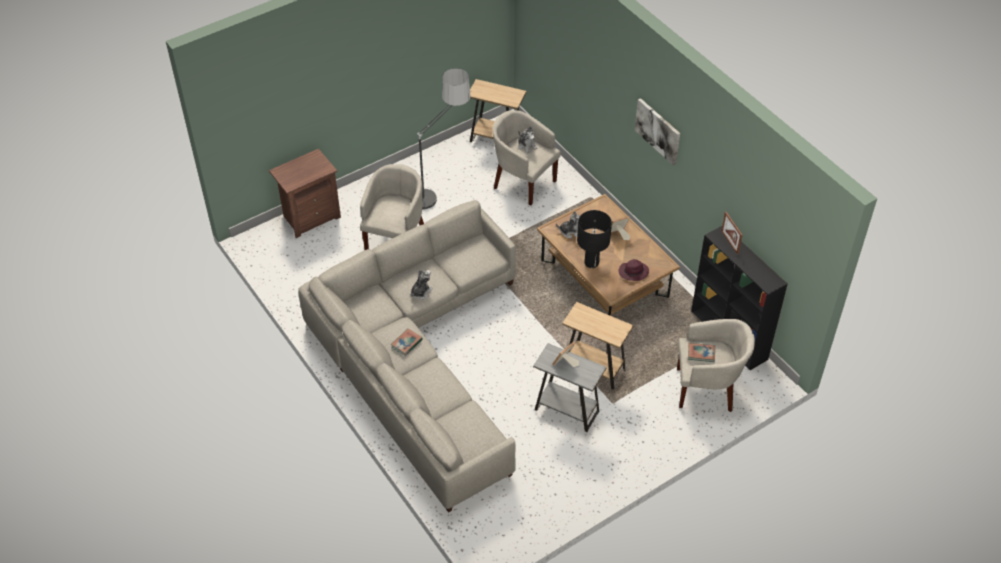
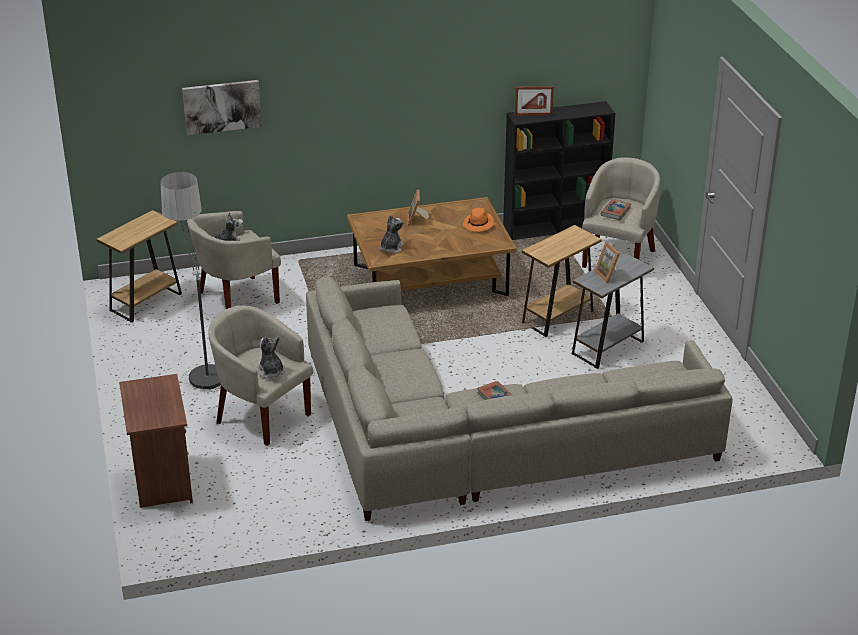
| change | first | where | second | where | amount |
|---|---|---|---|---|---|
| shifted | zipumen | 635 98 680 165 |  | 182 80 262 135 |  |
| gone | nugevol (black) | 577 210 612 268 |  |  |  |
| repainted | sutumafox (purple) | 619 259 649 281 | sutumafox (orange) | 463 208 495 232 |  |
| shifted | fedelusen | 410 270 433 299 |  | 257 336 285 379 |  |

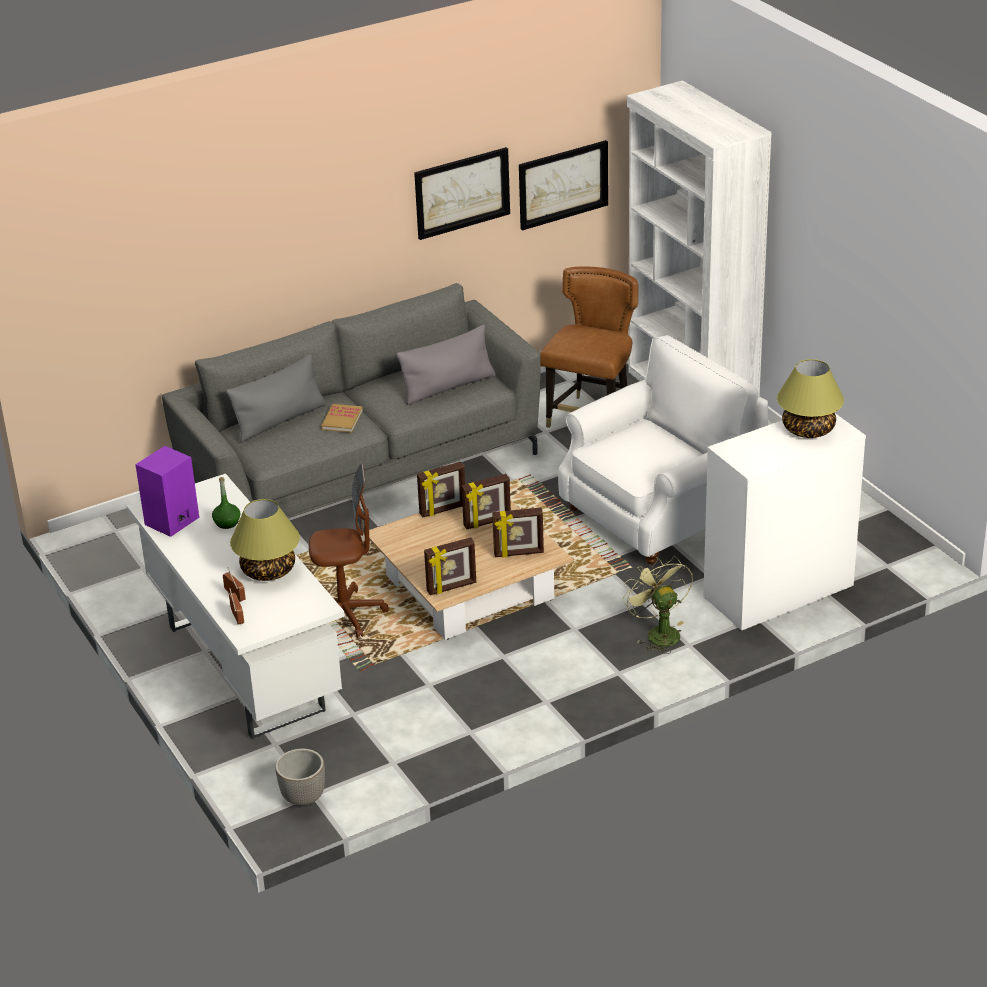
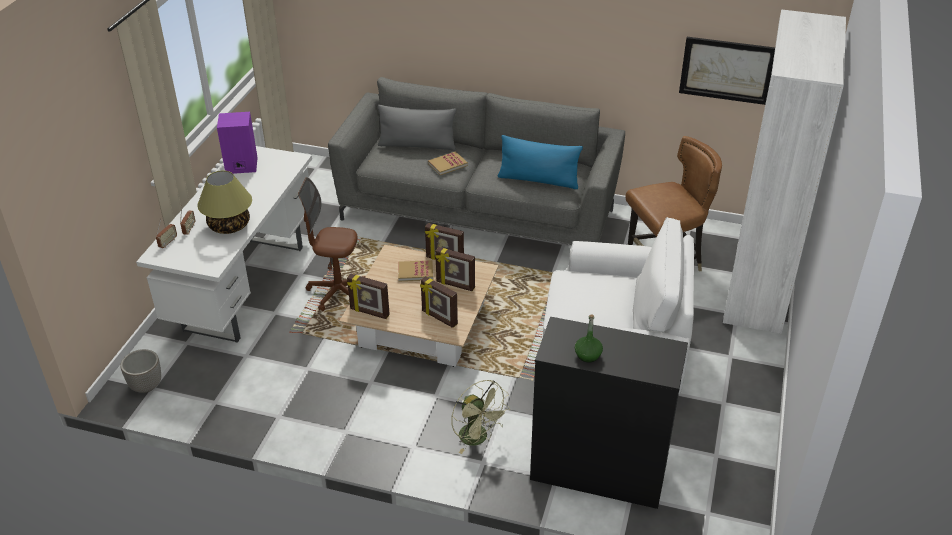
| change | first | where | second | where | amount |
|---|---|---|---|---|---|
| gone | zipumen | 414 147 510 240 |  |  |  |
| repainted | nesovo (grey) | 396 325 496 405 | nesovo (blue) | 498 135 583 189 |  |
| gone | nugevol | 777 359 844 438 |  |  |  |
| repainted | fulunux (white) | 703 413 866 631 | fulunux (black) | 530 317 688 509 |  |
| rotated | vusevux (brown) | 309 463 389 638 |  | 298 177 366 312 | 150 degrees clockwise |
| shifted | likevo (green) | 212 477 240 529 |  | 575 314 603 363 |  |
| rotated | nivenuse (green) | 623 556 693 654 |  | 452 380 510 454 | 120 degrees clockwise |
| new |  |  | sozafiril | 398 260 433 281 |  |

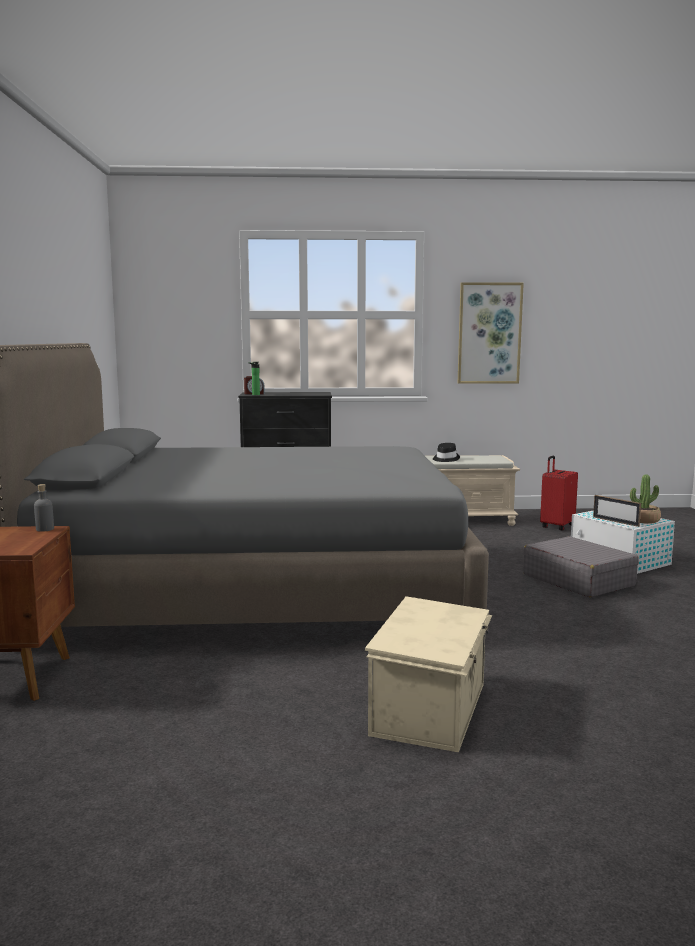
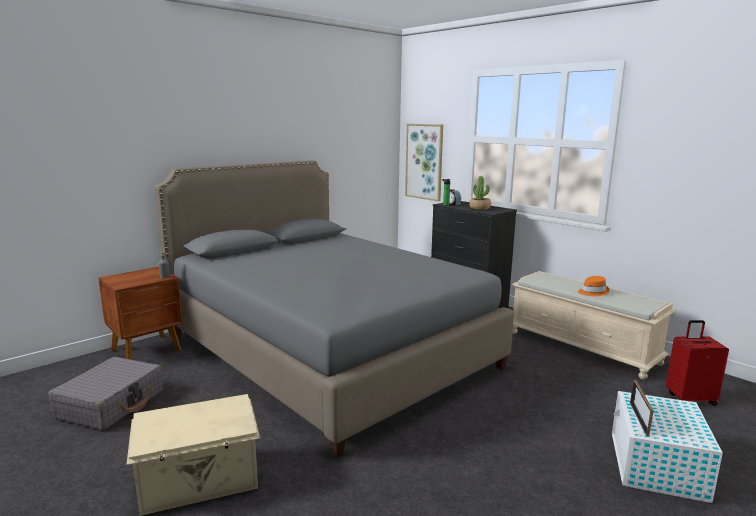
| change | first | where | second | where | amount |
|---|---|---|---|---|---|
| shifted | zipumen | 458 282 524 384 |  | 405 124 443 201 |  |
| repainted | sutumafox (black) | 433 443 460 462 | sutumafox (orange) | 578 276 609 296 |  |
| shifted | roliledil | 630 474 661 523 |  | 469 176 491 210 |  |
| shifted | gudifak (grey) | 523 536 639 597 |  | 48 357 164 430 |  |

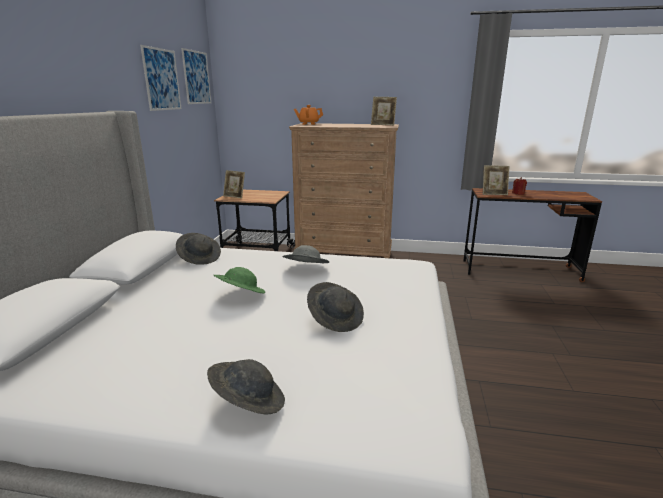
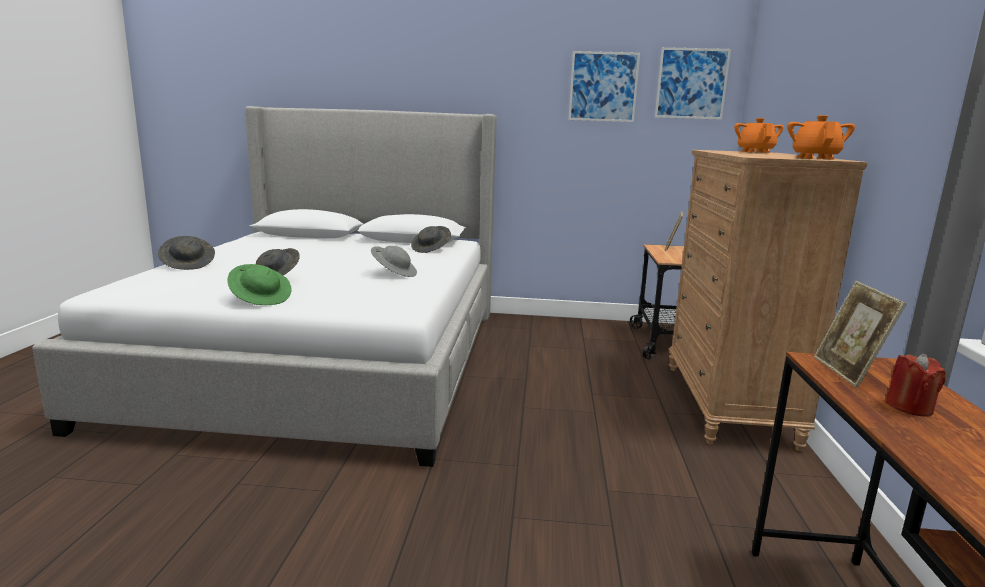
| change | first | where | second | where | amount |
|---|---|---|---|---|---|
| swapped | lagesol | 371 97 397 125 | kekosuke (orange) | 787 115 855 160 |  |
| shifted | sutumafox (green) | 213 267 265 293 |  | 227 264 292 305 |  |

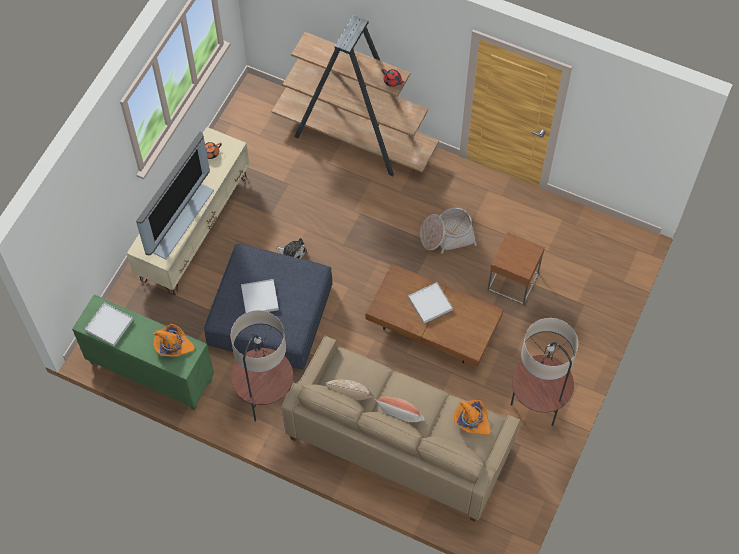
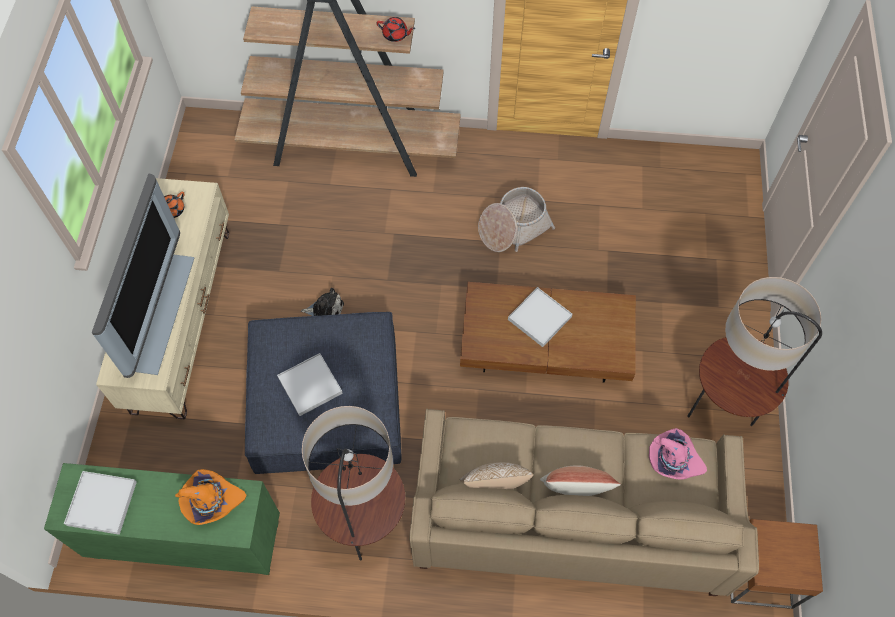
| change | first | where | second | where | amount |
|---|---|---|---|---|---|
| shifted | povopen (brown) | 488 232 545 305 |  | 731 519 823 609 |  |
| repainted | sutumafox (orange) | 454 400 490 435 | sutumafox (pink) | 649 428 707 480 |  |

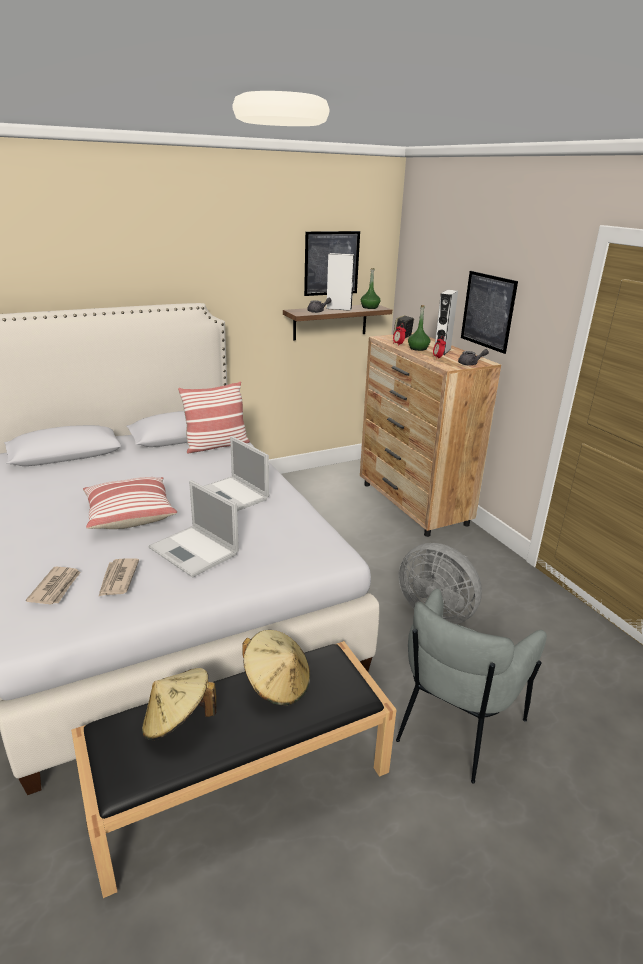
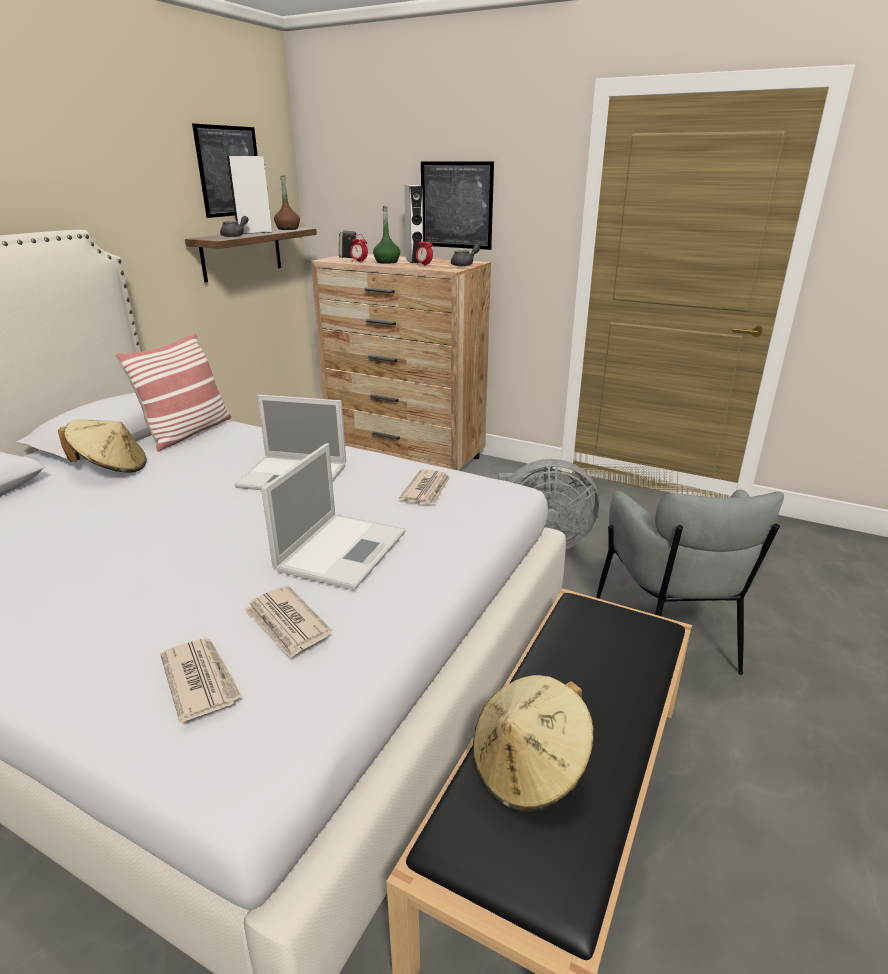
| change | first | where | second | where | amount |
|---|---|---|---|---|---|
| repainted | likevo (green) | 361 268 381 309 | likevo (brown) | 274 175 300 230 |  |
| gone | nesovo | 83 477 177 529 |  |  |  |
| rotated | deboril | 148 480 239 577 |  | 261 443 406 590 | 75 degrees counterclockwise |
| shifted | sutumafox (beige) | 242 630 310 705 |  | 58 419 147 473 |  |
| new |  |  | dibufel | 399 469 450 504 |  |

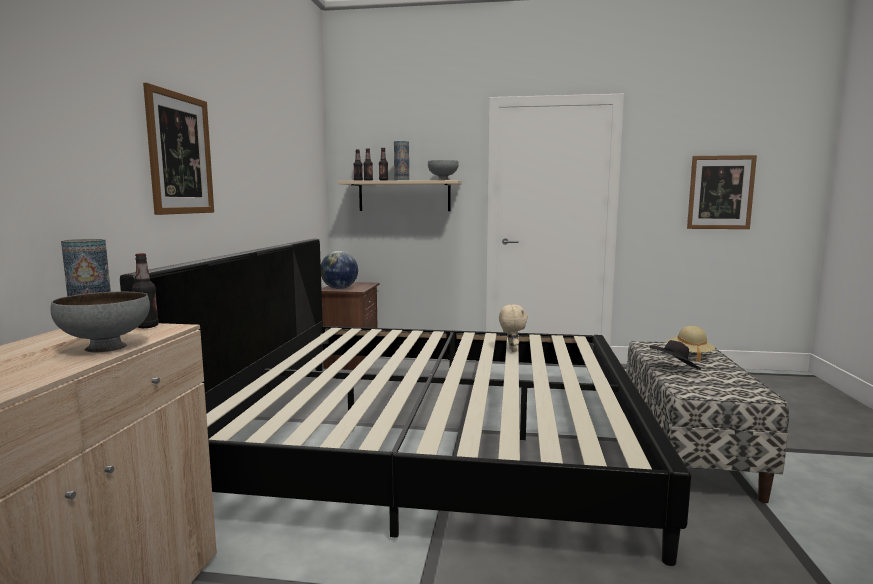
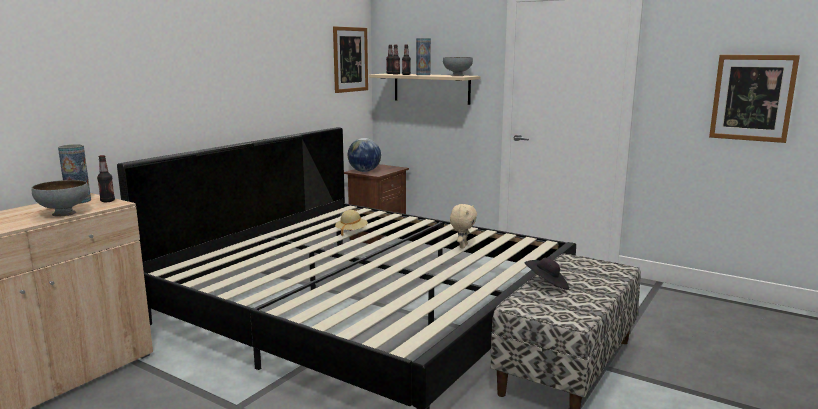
| change | first | where | second | where | amount |
|---|---|---|---|---|---|
| shifted | zipumen | 143 83 214 215 |  | 333 26 368 93 |  |
| shifted | sutumafox (beige) | 667 326 715 362 |  | 335 210 368 236 |  |

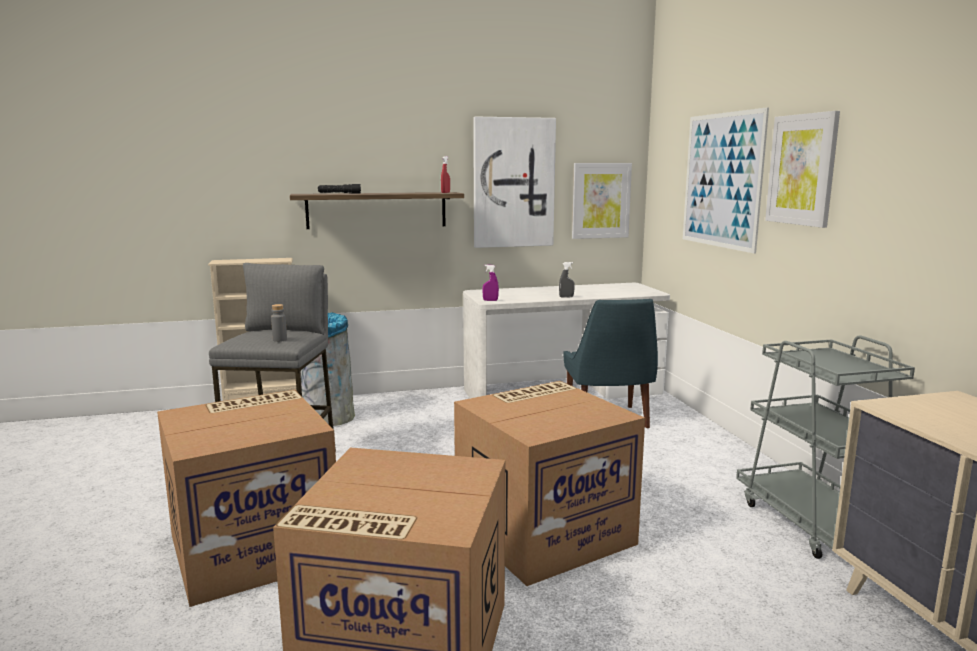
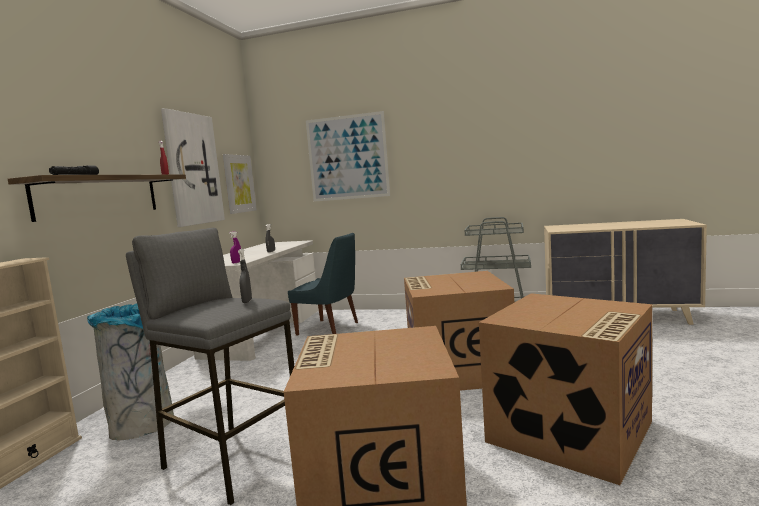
| change | first | where | second | where | amount |
|---|---|---|---|---|---|
| gone | zipumen | 765 111 840 228 |  |  |  |
| swapped | likevo (grey) | 271 304 287 342 | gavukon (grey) | 238 249 252 303 |  |

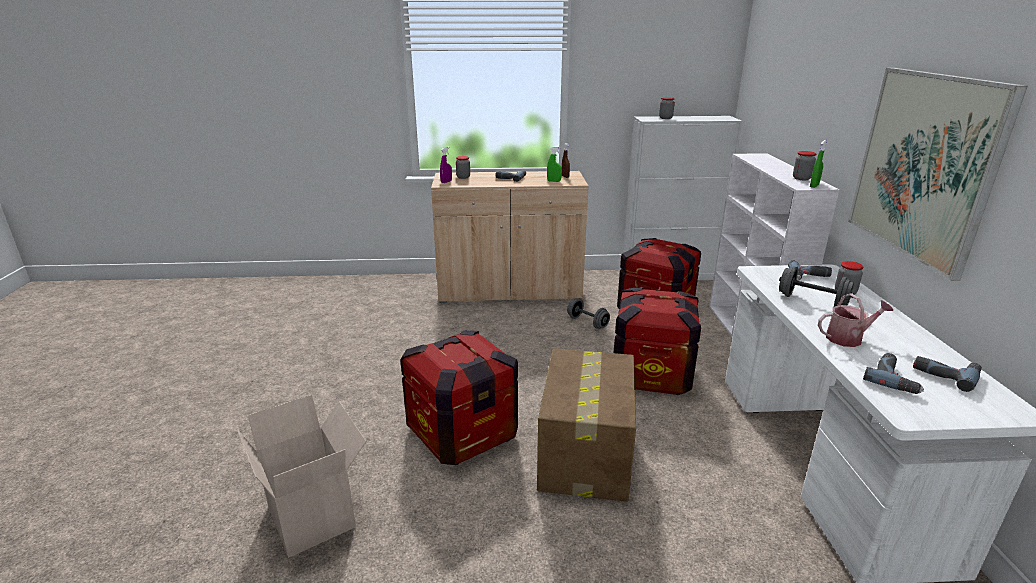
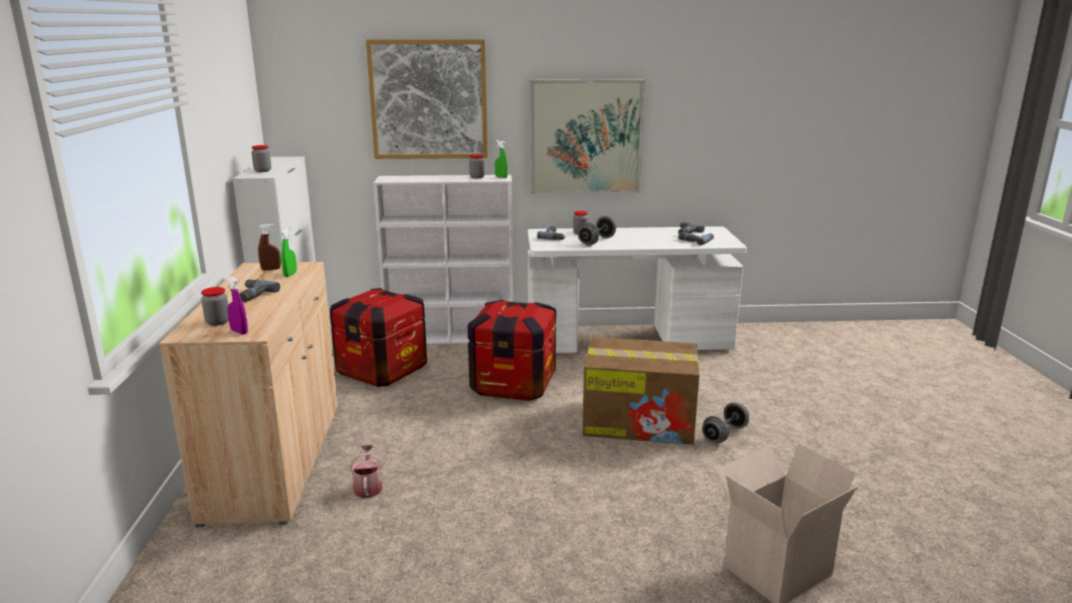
| change | first | where | second | where | amount |
|---|---|---|---|---|---|
| shifted | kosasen | 818 293 893 347 |  | 350 445 382 498 |  |
| shifted | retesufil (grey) | 567 299 610 329 |  | 702 402 749 443 |  |
| gone | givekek | 400 330 518 465 |  |  |  |
| new |  |  | zipumen | 366 39 488 159 |  |

